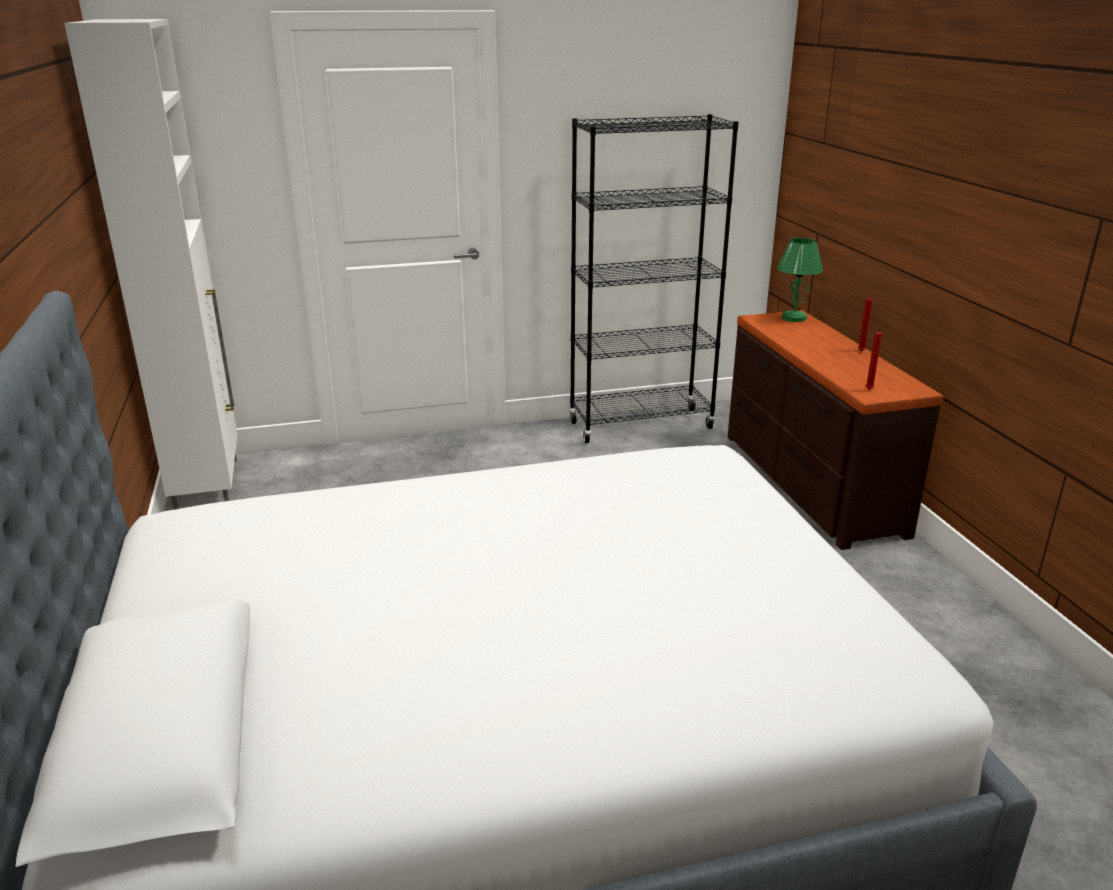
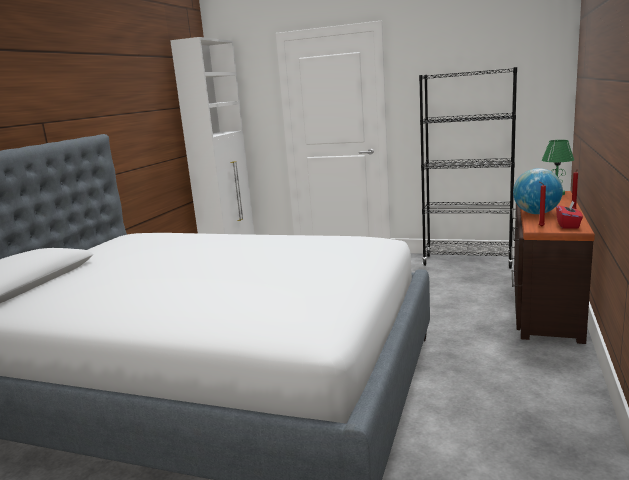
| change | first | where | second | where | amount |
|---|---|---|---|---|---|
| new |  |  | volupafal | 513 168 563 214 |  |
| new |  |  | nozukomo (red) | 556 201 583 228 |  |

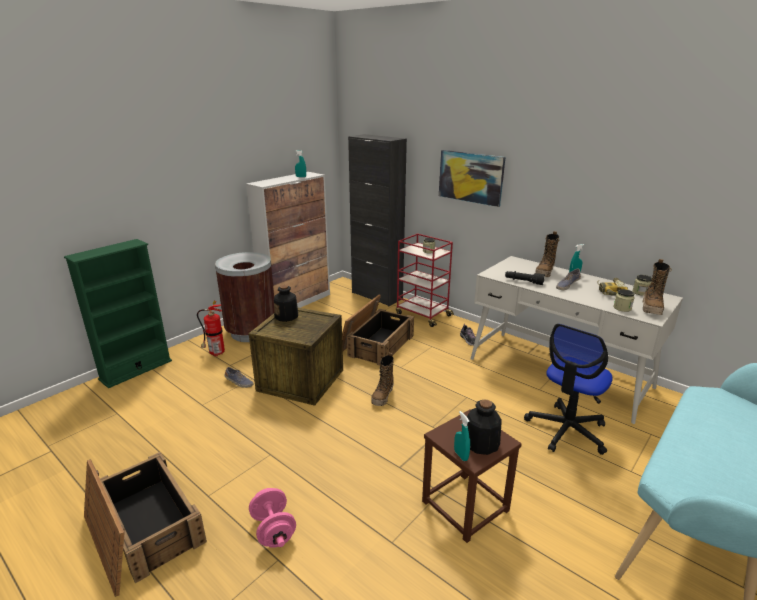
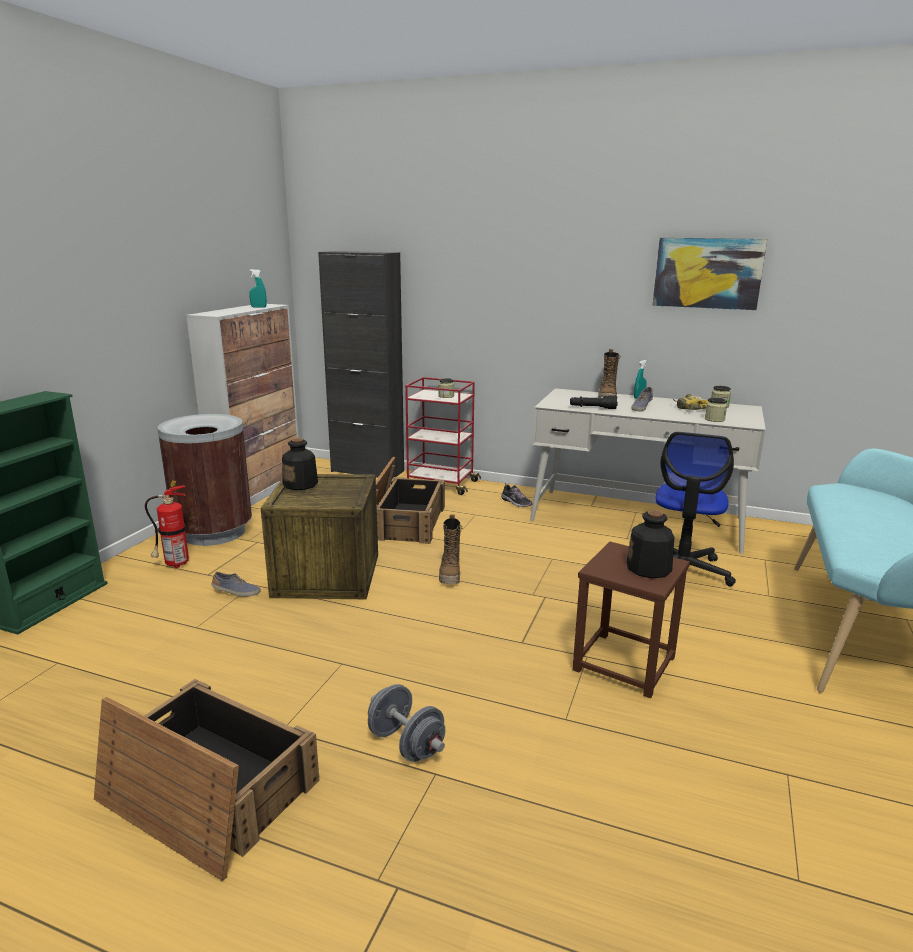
| change | first | where | second | where | amount |
|---|---|---|---|---|---|
| shifted | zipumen | 439 150 505 207 |  | 653 238 767 310 |  |
| gone | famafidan | 643 259 672 315 |  |  |  |
| gone | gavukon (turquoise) | 454 411 470 461 |  |  |  |
| repainted | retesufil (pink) | 249 488 296 548 | retesufil (grey) | 368 684 446 762 |  |

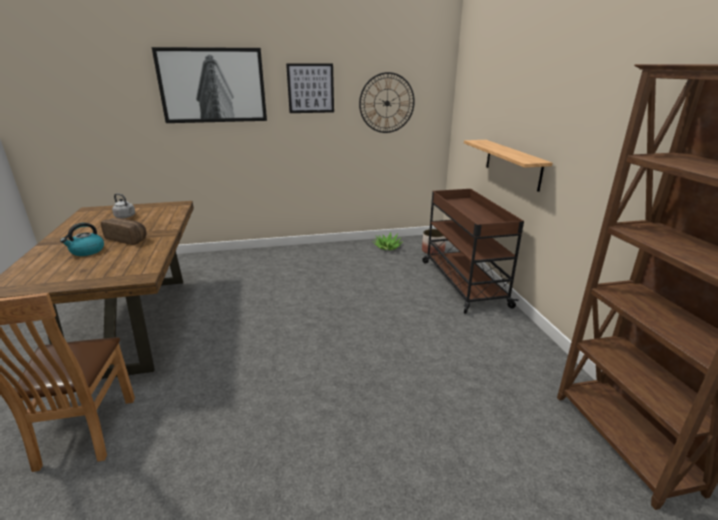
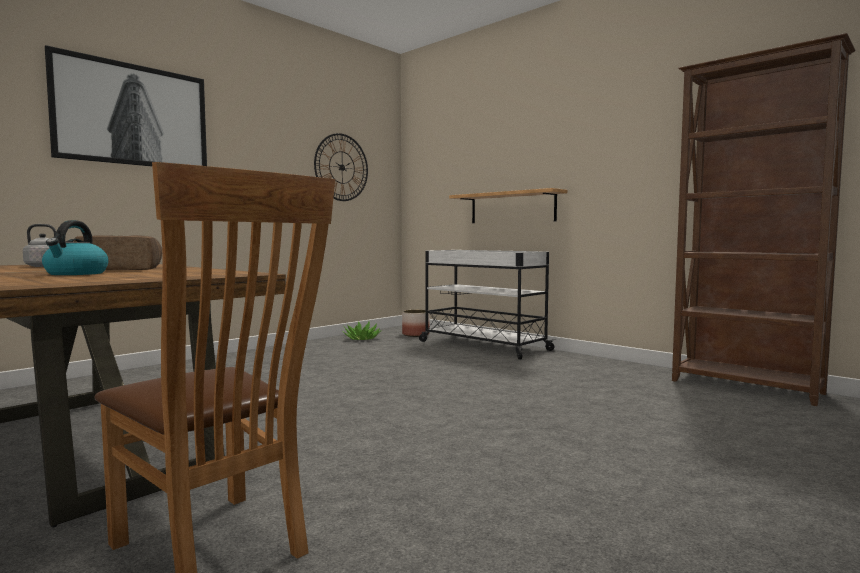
| change | first | where | second | where | amount |
|---|---|---|---|---|---|
| gone | zipumen | 286 63 334 113 |  |  |  |
| repainted | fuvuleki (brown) | 422 189 524 314 | fuvuleki (white) | 419 250 556 360 |  |

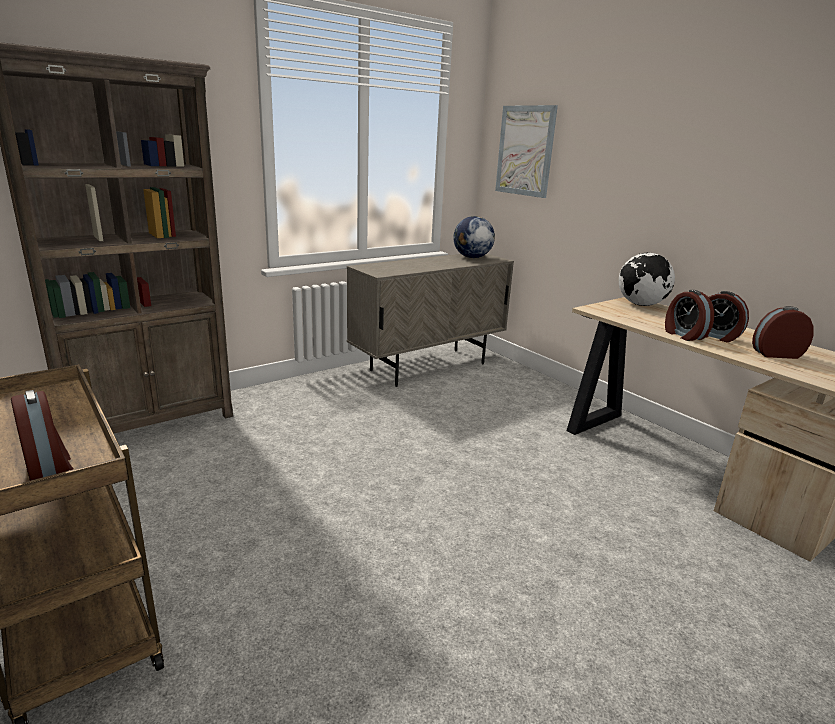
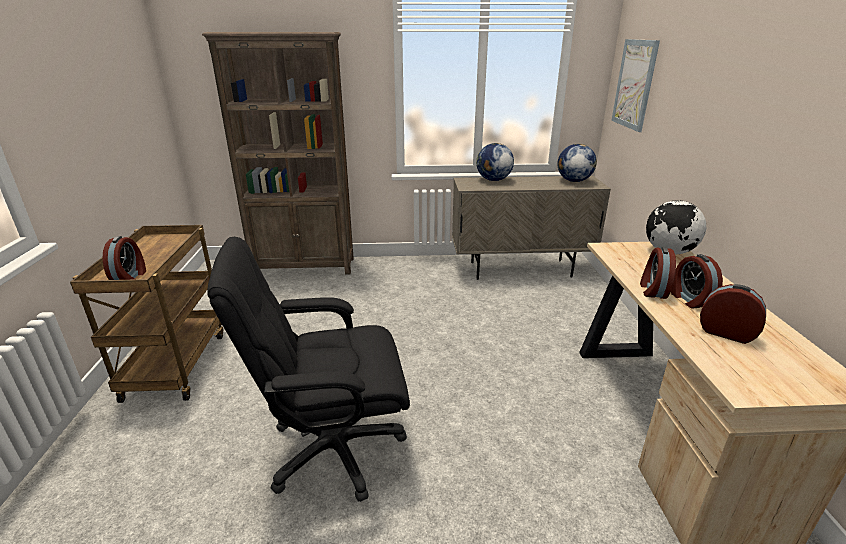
| change | first | where | second | where | amount |
|---|---|---|---|---|---|
| new |  |  | volupafal | 476 143 514 181 |  |
| new |  |  | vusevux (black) | 207 237 410 502 |  |

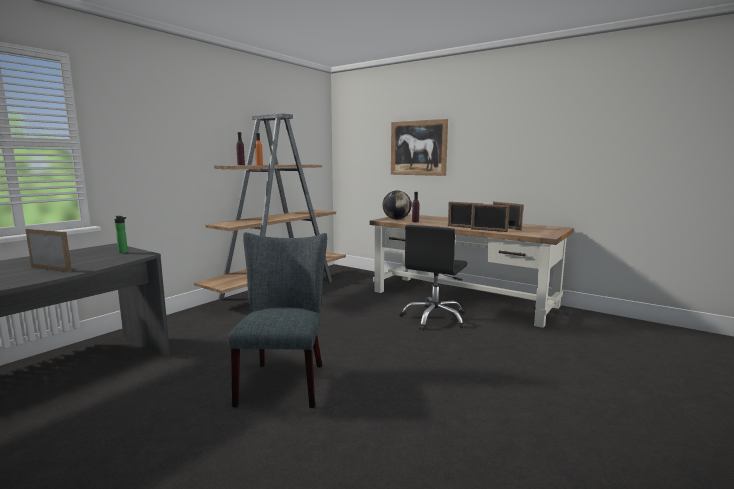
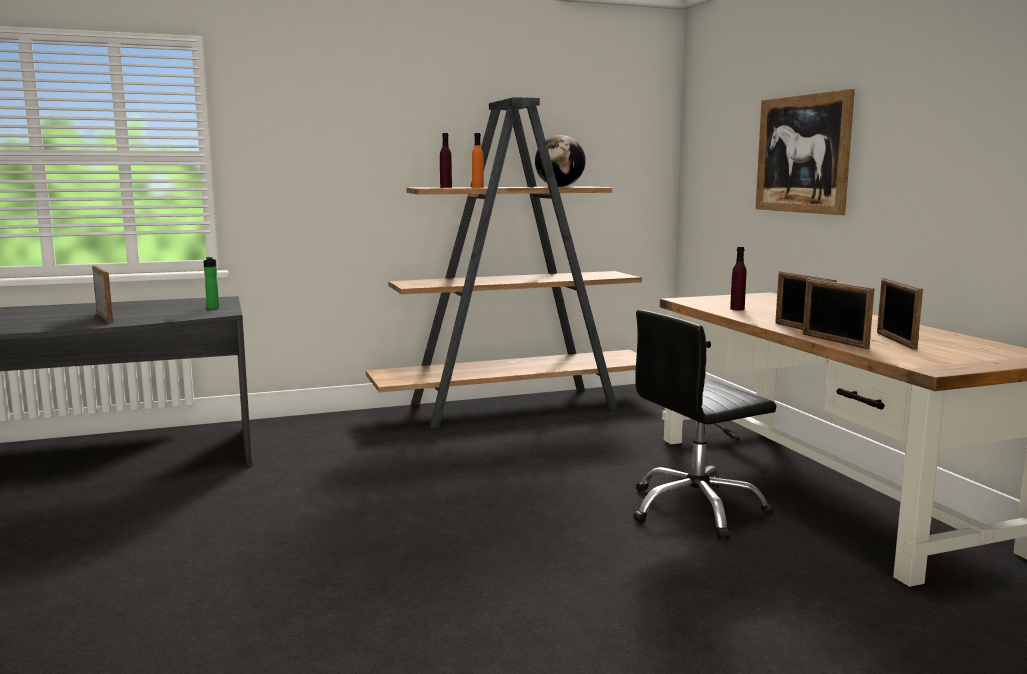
| change | first | where | second | where | amount |
|---|---|---|---|---|---|
| shifted | volupafal | 382 190 411 220 |  | 535 135 586 187 |  |
| gone | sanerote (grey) | 228 232 327 408 |  |  |  |

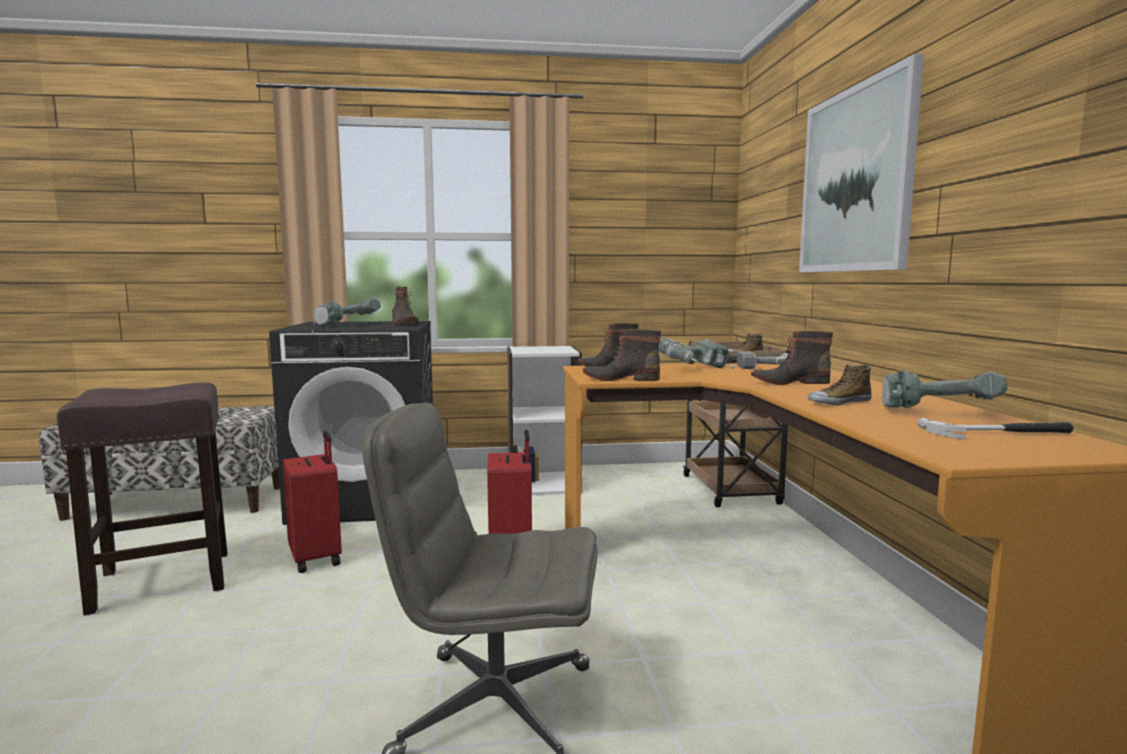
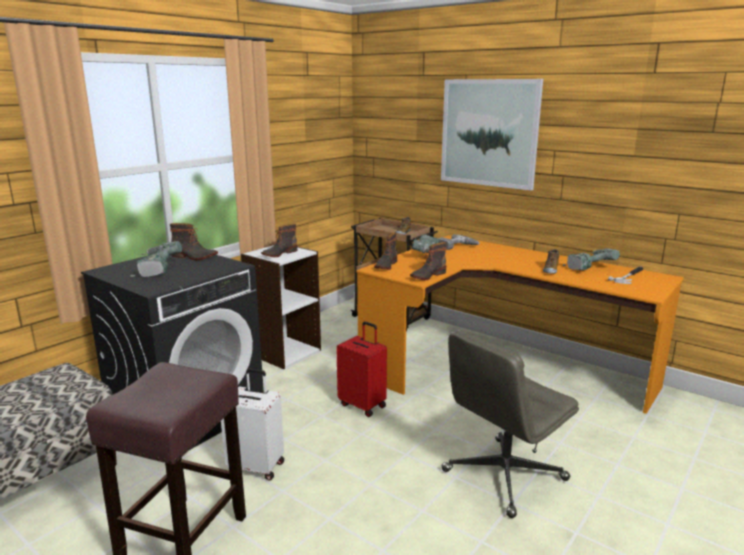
| change | first | where | second | where | amount |
|---|---|---|---|---|---|
| shifted | famafidan | 751 331 833 385 |  | 261 224 298 257 |  |
| repainted | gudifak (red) | 283 431 342 573 | gudifak (white) | 221 368 284 481 |  |

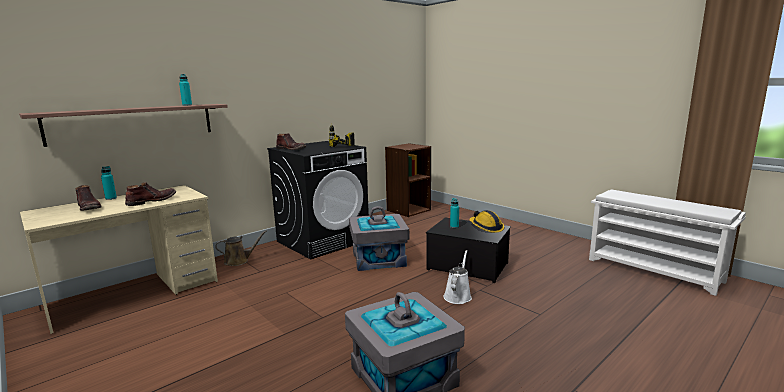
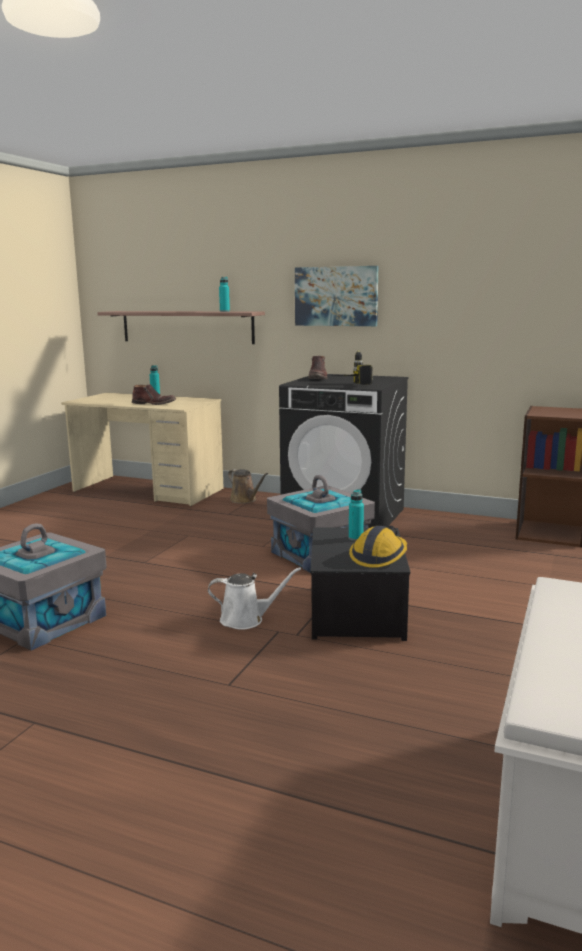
| change | first | where | second | where | amount |
|---|---|---|---|---|---|
| gone | famafidan (brown) | 75 185 102 211 |  |  |  |
| new |  |  | zipumen | 295 266 378 326 |  |

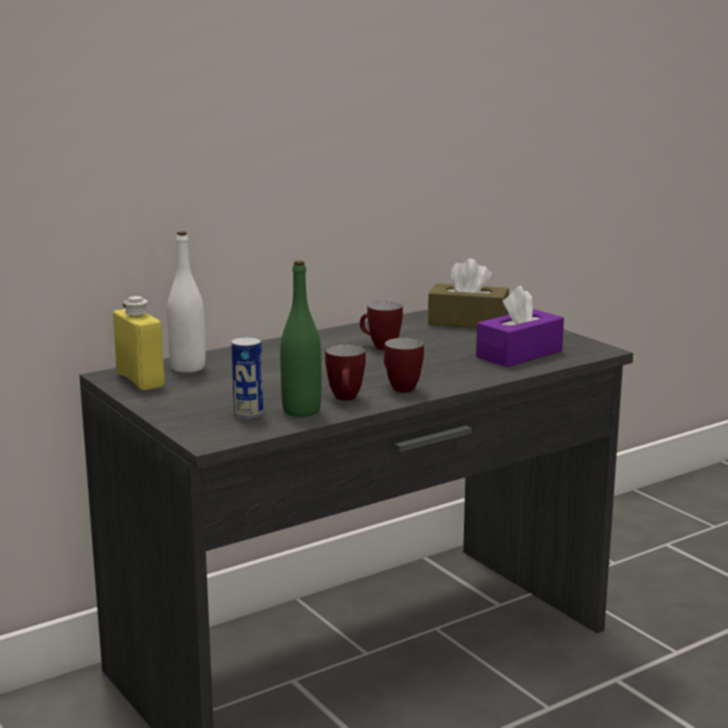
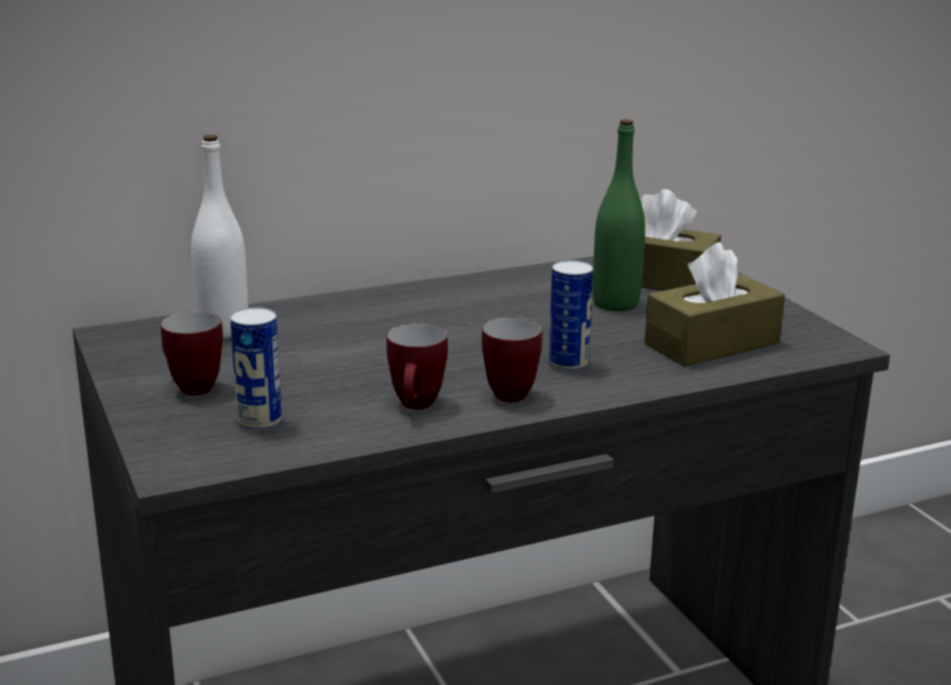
| change | first | where | second | where | amount |
|---|---|---|---|---|---|
| shifted | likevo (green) | 280 261 321 417 |  | 593 119 645 311 |  |
| repainted | nozukomo (purple) | 476 285 564 367 | nozukomo (brown) | 644 242 785 367 |  |
| gone | likevo (yellow) | 113 296 165 390 |  |  |  |
| shifted | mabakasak | 360 301 403 350 |  | 161 311 223 395 |  |
| new |  |  | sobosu | 549 260 593 372 |  |

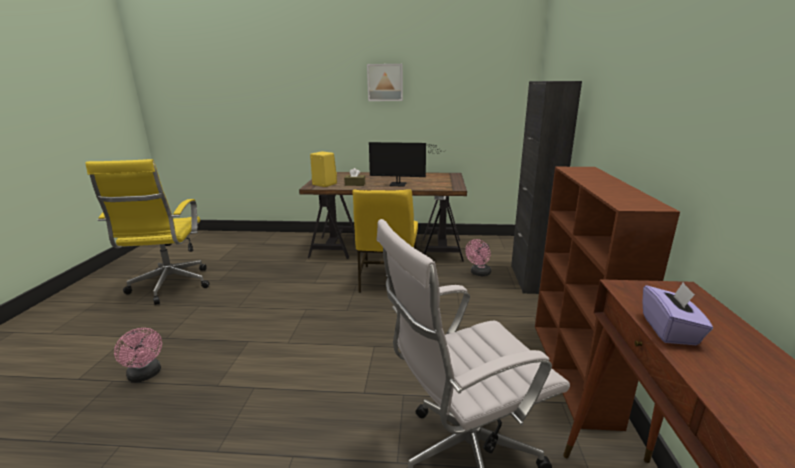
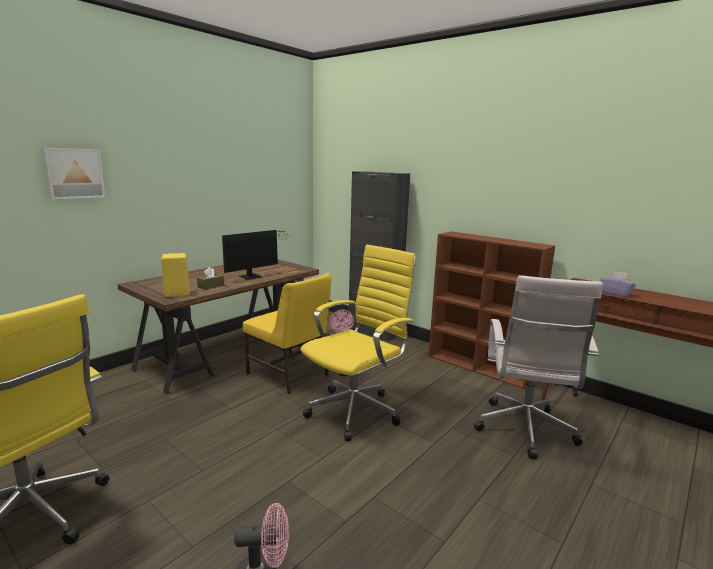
| change | first | where | second | where | amount |
|---|---|---|---|---|---|
| shifted | zipumen | 367 64 403 101 |  | 43 148 105 199 |  |
| new |  |  | vusevux (yellow) | 301 245 416 441 |  |

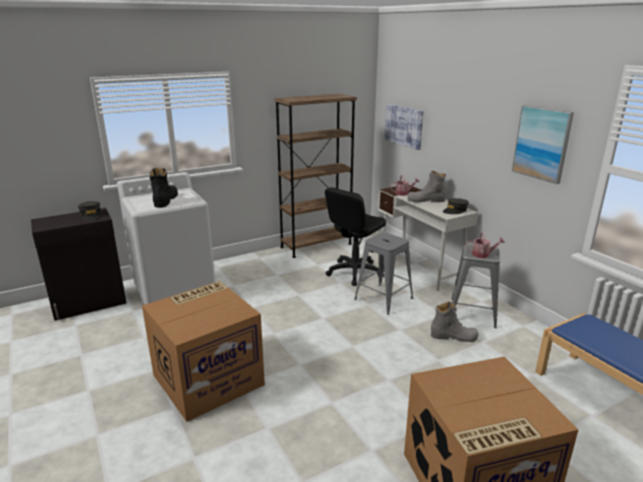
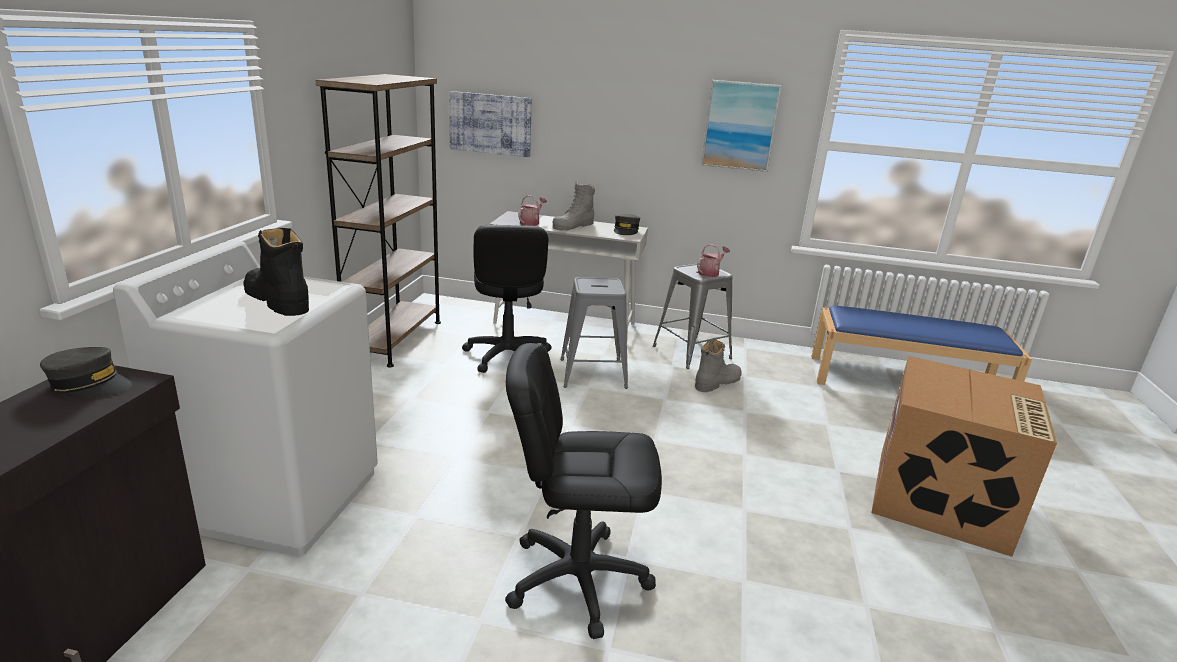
| change | first | where | second | where | amount |
|---|---|---|---|---|---|
| swapped | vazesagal | 142 281 265 422 | vusevux (black) | 505 343 662 639 |  |

